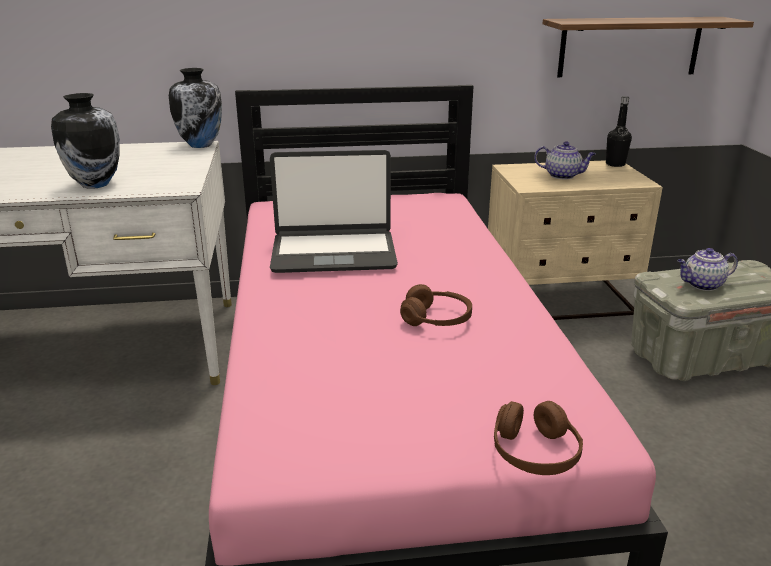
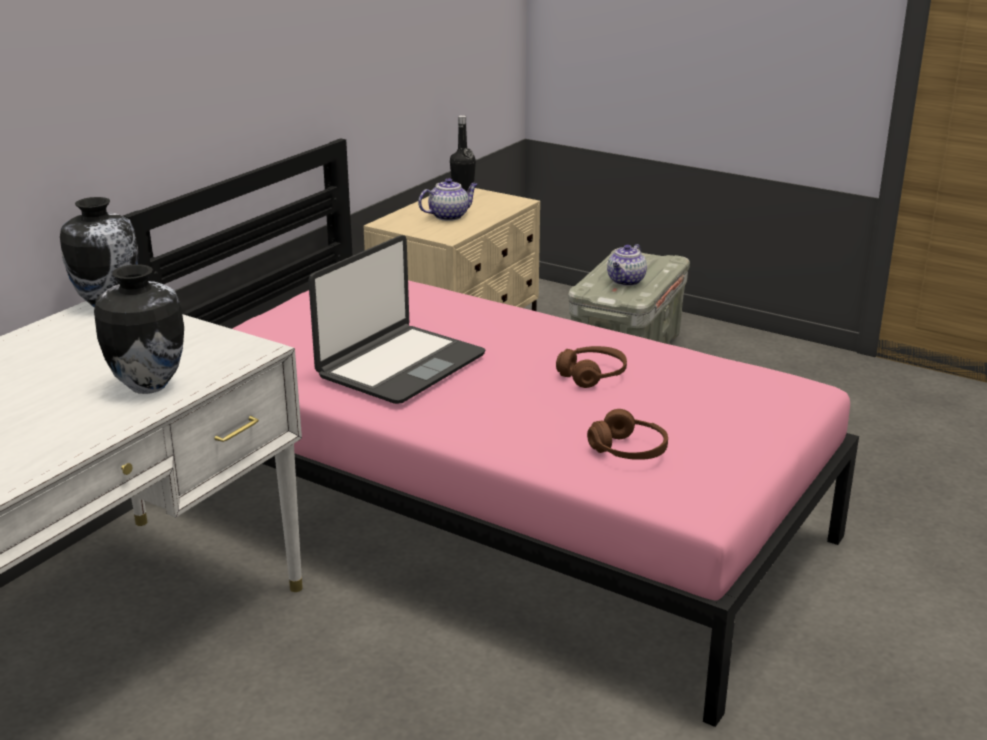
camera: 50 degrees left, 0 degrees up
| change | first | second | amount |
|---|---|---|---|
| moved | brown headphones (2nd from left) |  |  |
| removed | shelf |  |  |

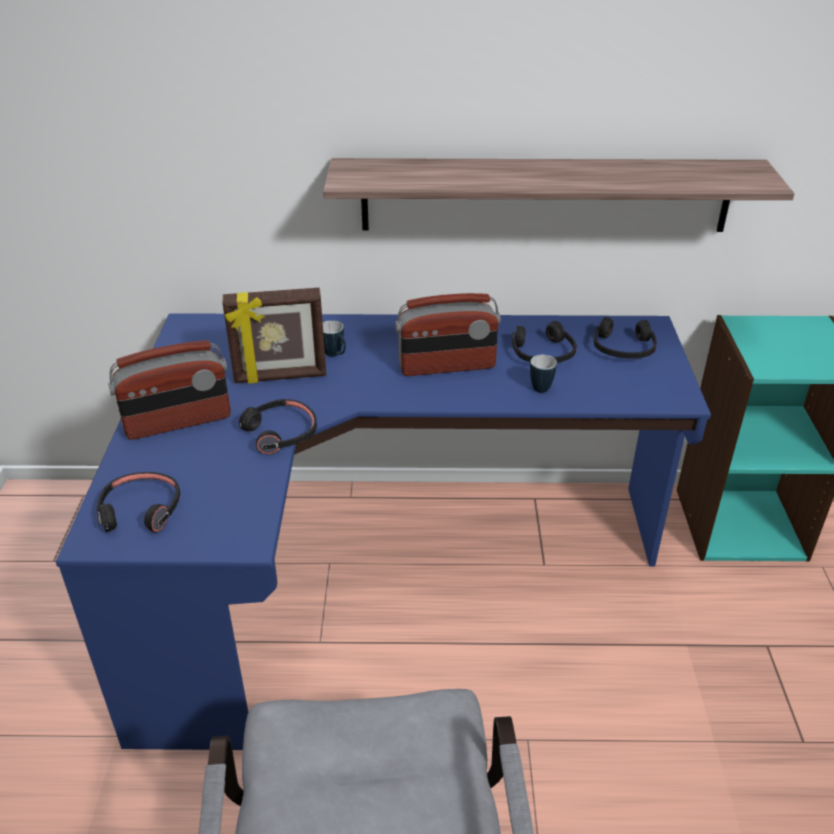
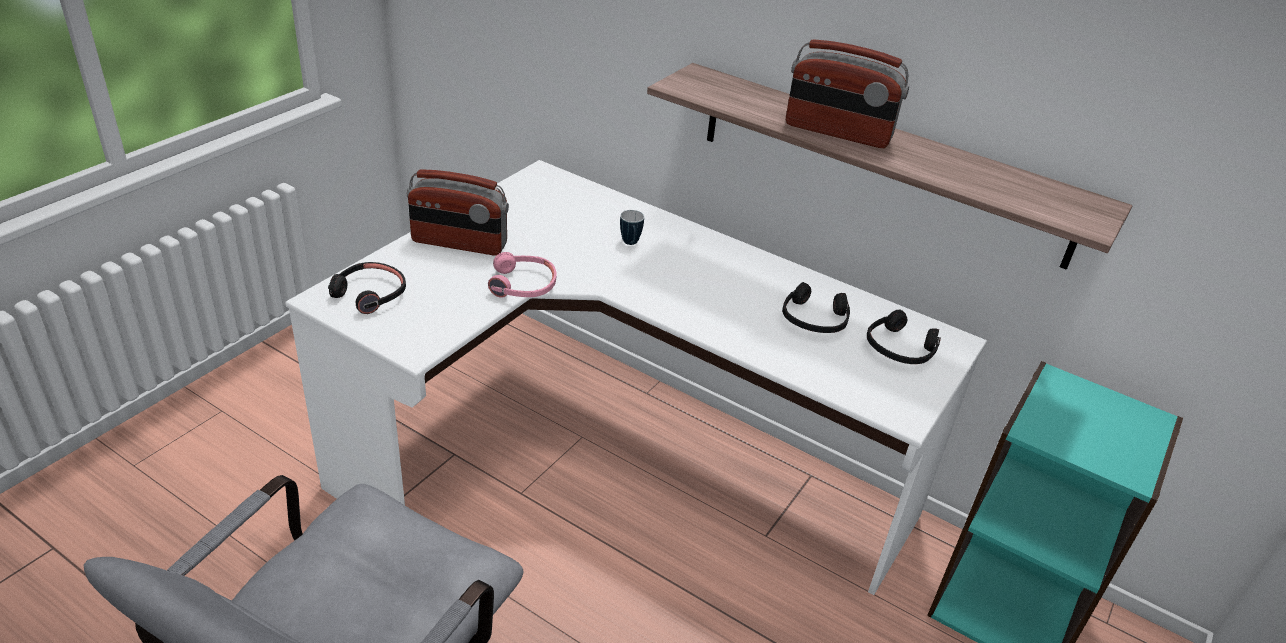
camera: 30 degrees right, 0 degrees up
| change | first | second | amount |
|---|---|---|---|
| recoloured | blue desk | white desk |  |
| removed | picture frame |  |  |
| recoloured | black headphones (2nd from left) | pink headphones |  |
| moved | radio (2nd from left) |  |  |
| removed | mug (2nd from left) |  |  |

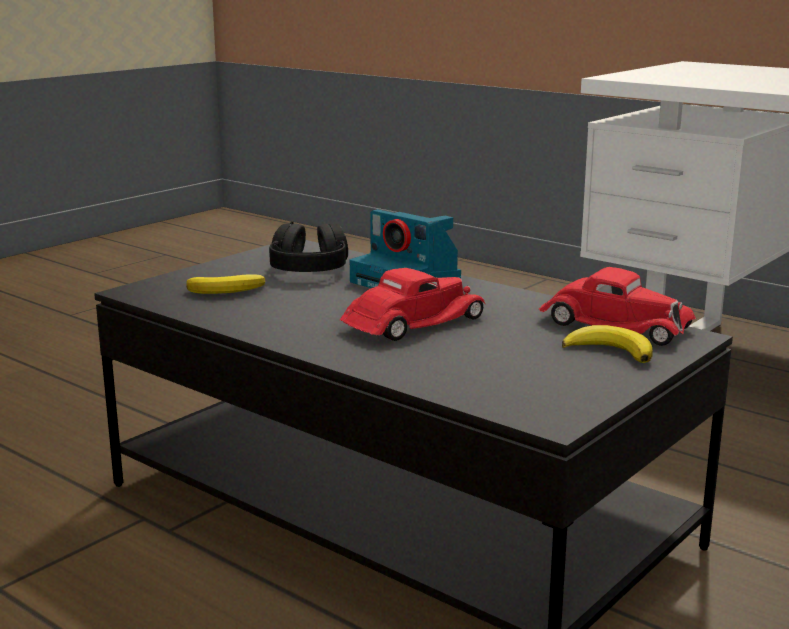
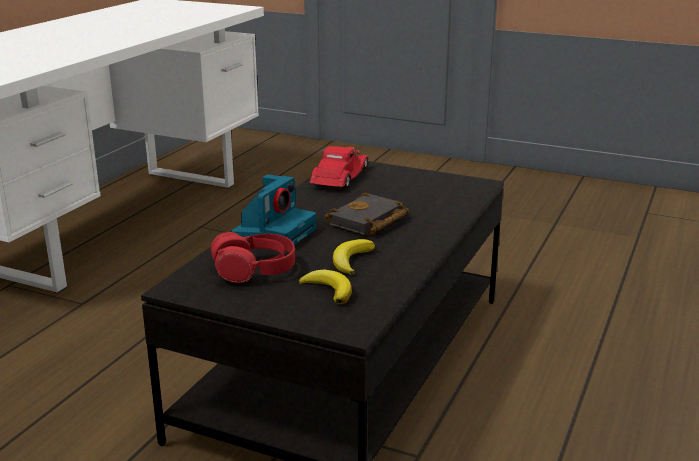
camera: 105 degrees left, 5 degrees up
| change | first | second | amount |
|---|---|---|---|
| recoloured | black headphones | red headphones |  |
| replaced | red toy car (1st from left) | black book |  |
| moved | banana (2nd from left) |  |  |

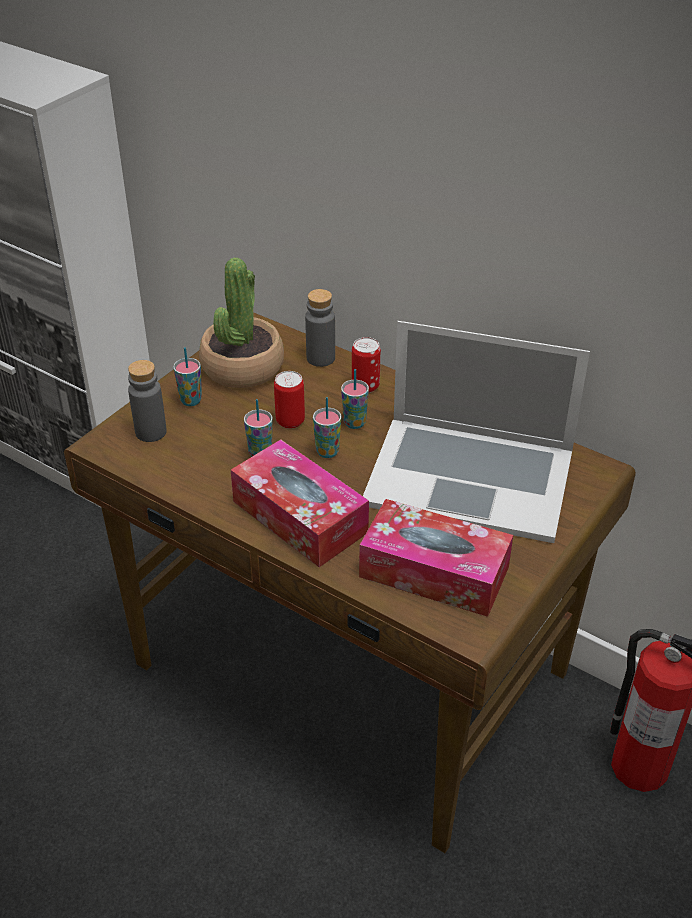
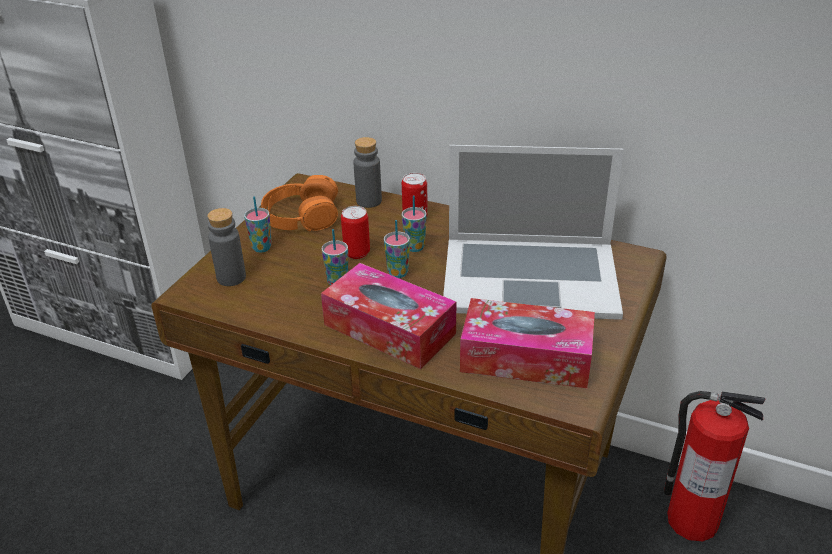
camera: 10 degrees left, 5 degrees down
| change | first | second | amount |
|---|---|---|---|
| replaced | potted plant | orange headphones |  |

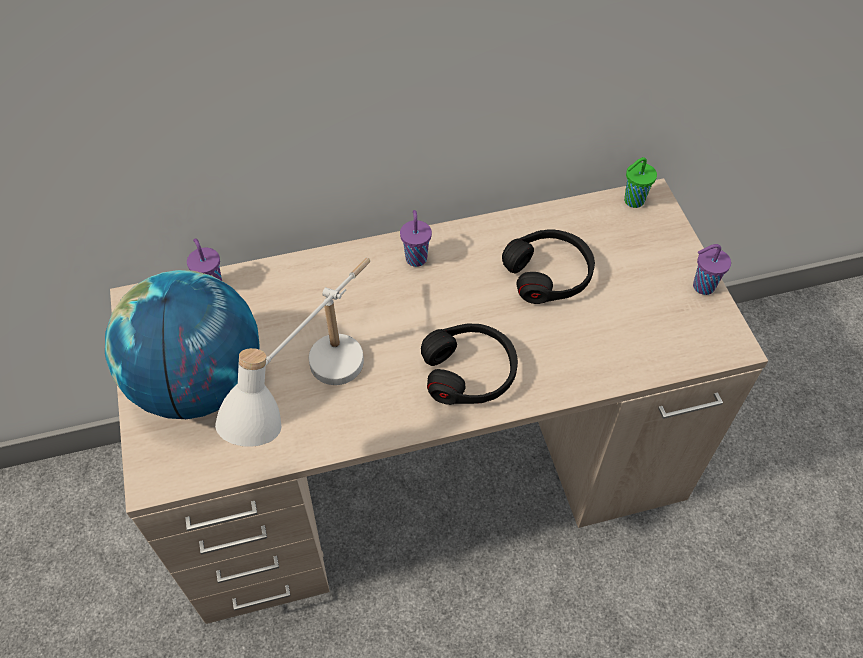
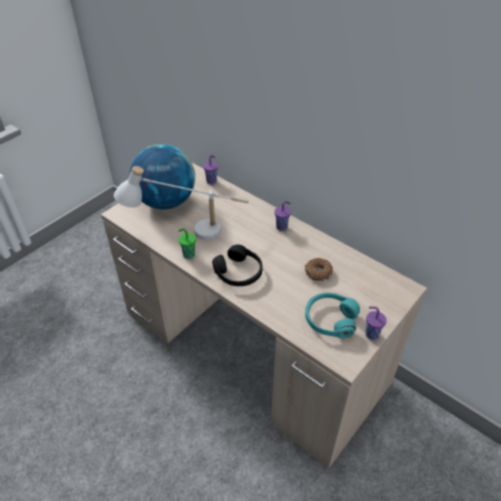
camera: 55 degrees right, 10 degrees down
| change | first | second | amount |
|---|---|---|---|
| replaced | black headphones (2nd from left) | donut |  |
| moved | green cup |  |  |
| added |  | turquoise headphones |  |

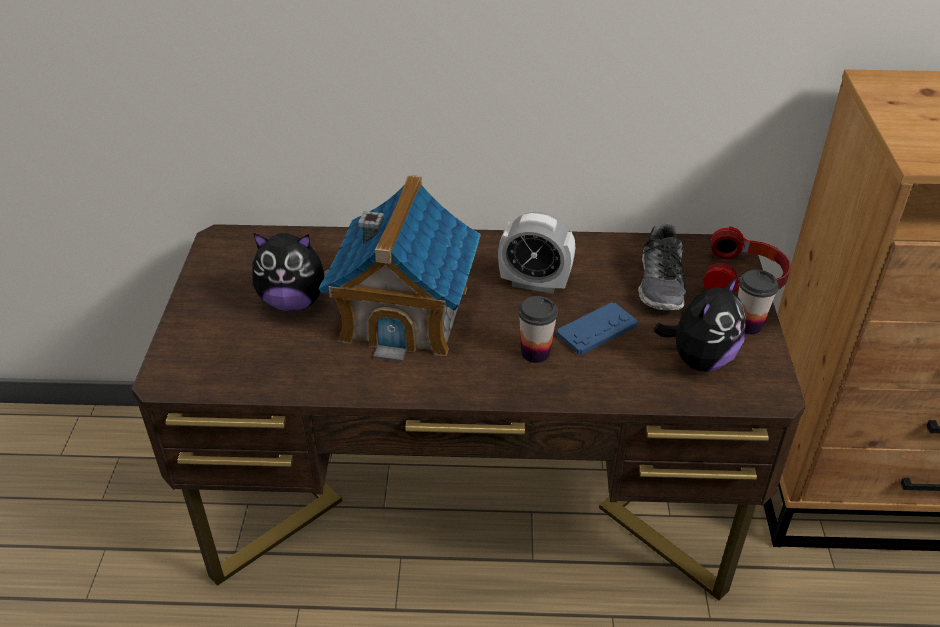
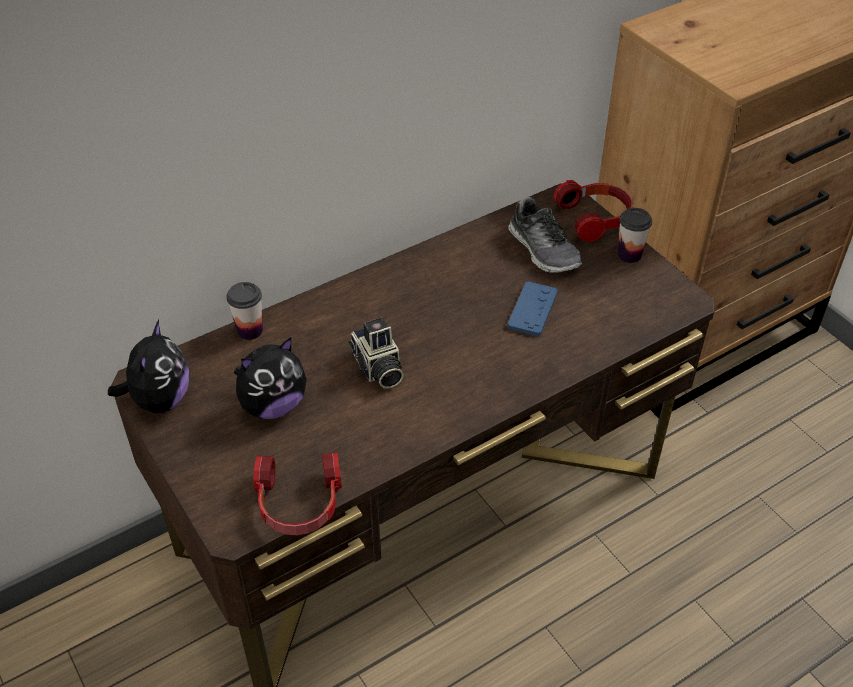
camera: 35 degrees left, 5 degrees up
| change | first | second | amount |
|---|---|---|---|
| replaced | toy house | photo camera |  |
| removed | alarm clock |  |  |
| moved | cup (1st from left) |  |  |
| moved | plush toy (2nd from left in the first image) | plush toy (1st from left) |  |
| added |  | headphones (1st from left) |  |

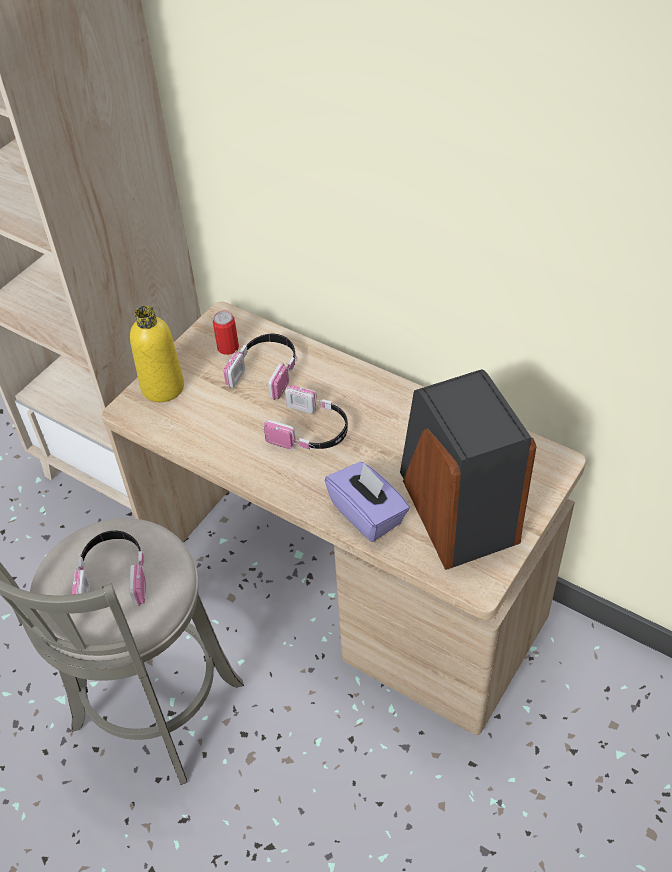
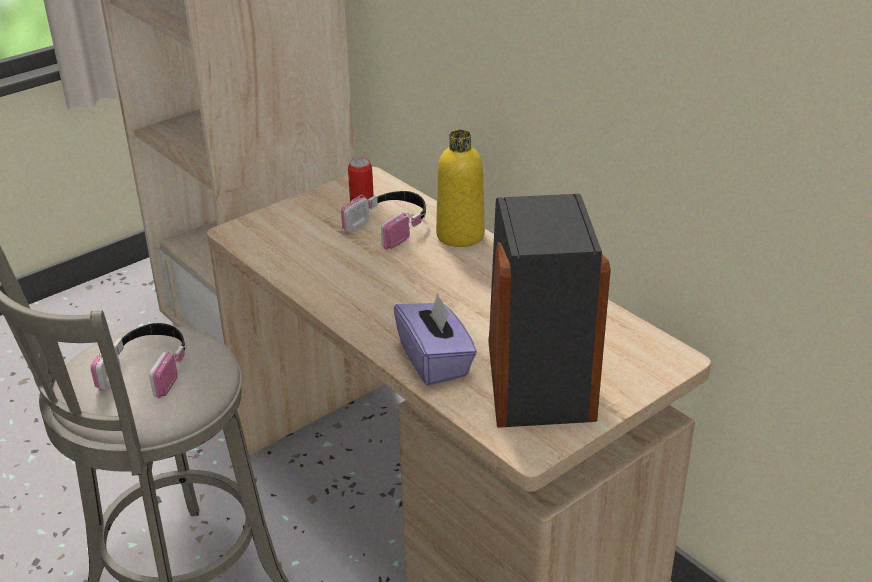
camera: 15 degrees right, 15 degrees down
| change | first | second | amount |
|---|---|---|---|
| moved | yellow bottle |  |  |
| removed | headphones (3rd from left) |  |  |

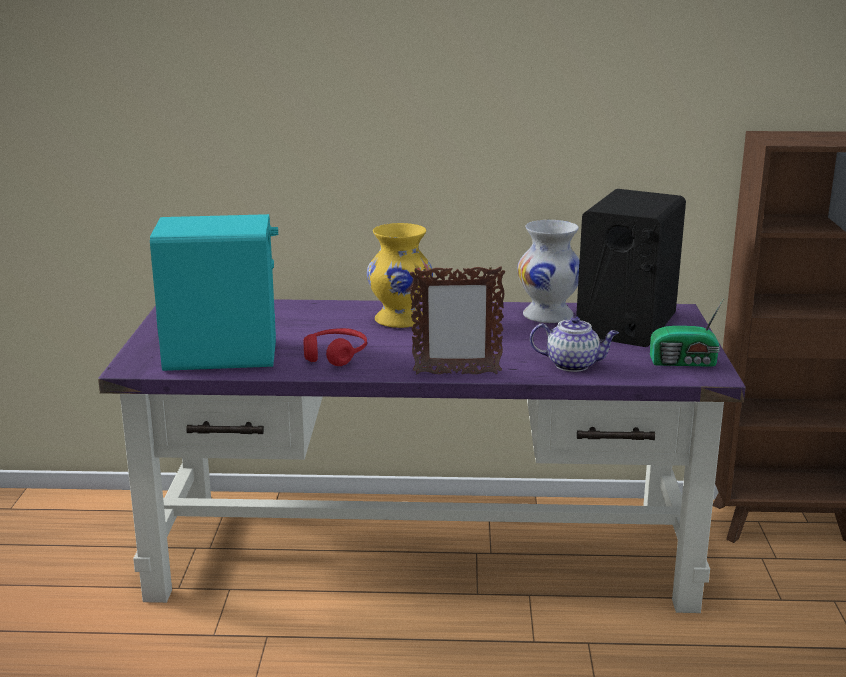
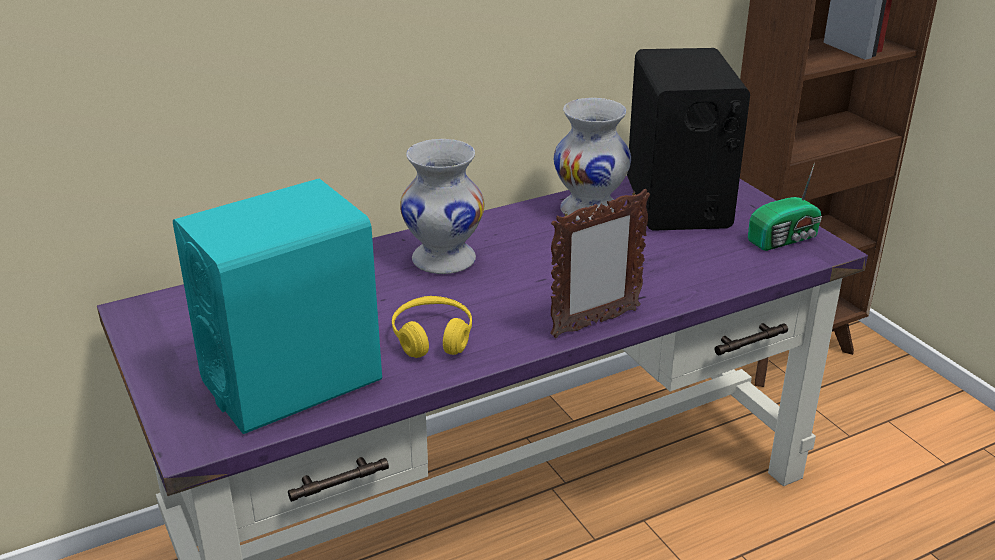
camera: 30 degrees left, 10 degrees up
| change | first | second | amount |
|---|---|---|---|
| recoloured | red headphones | yellow headphones |  |
| recoloured | yellow vase | white vase (1st from left) |  |
| removed | teapot |  |  |

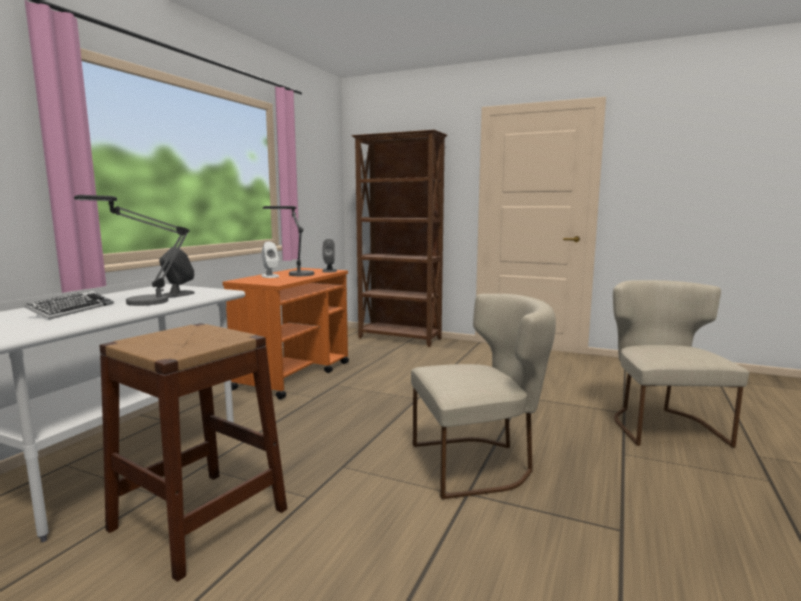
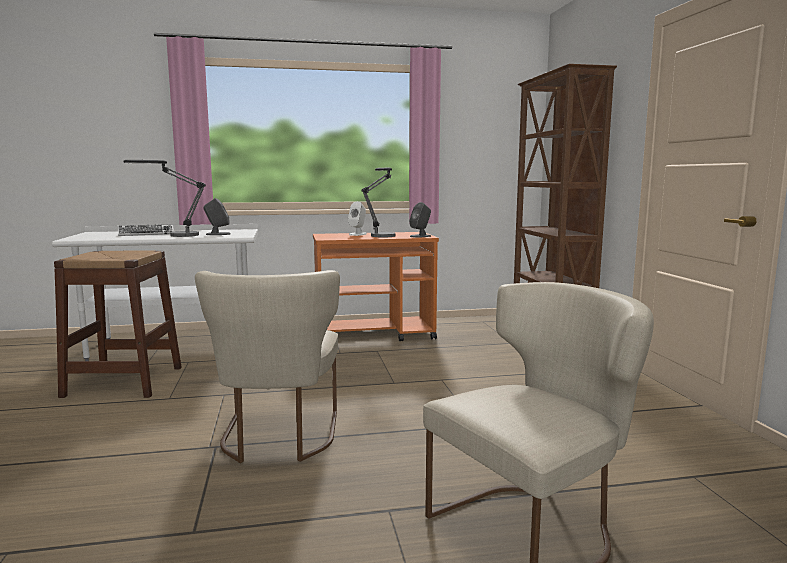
camera: 55 degrees right, 0 degrees up
| change | first | second | amount |
|---|---|---|---|
| turned | beige chair (1st from left) |  | 45 degrees clockwise |

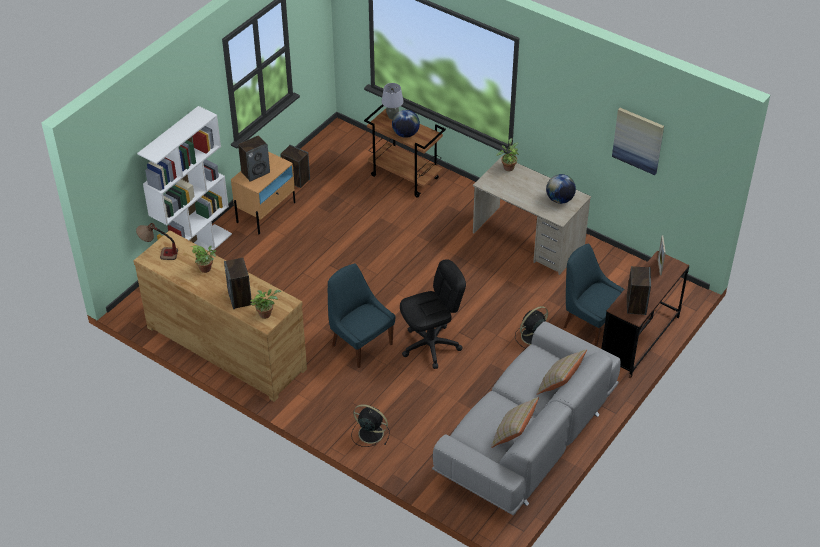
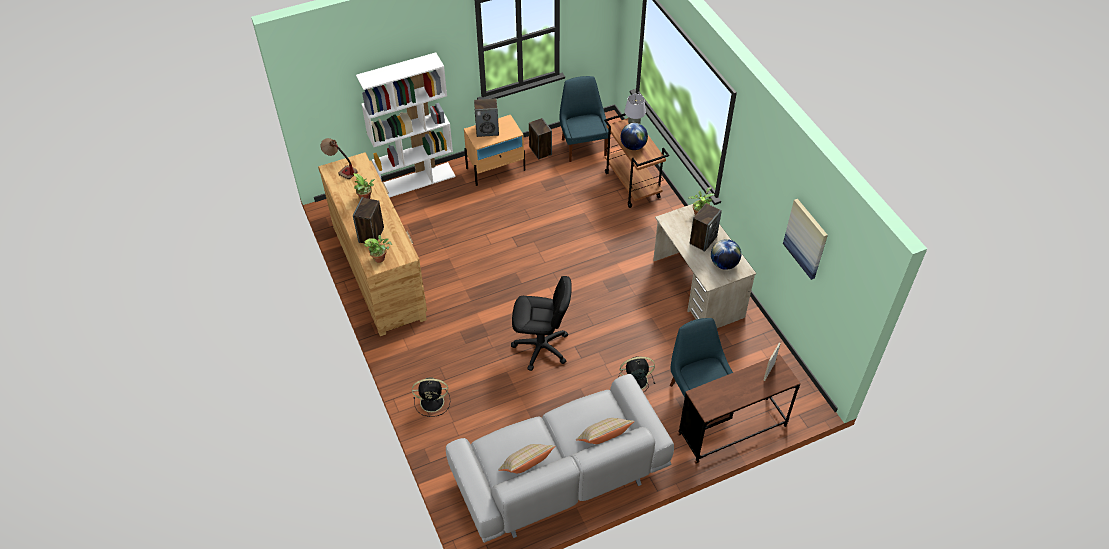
camera: 30 degrees right, 5 degrees up
| change | first | second | amount |
|---|---|---|---|
| moved | blue chair (1st from left) |  |  |
| turned | black fan (1st from left) |  | 120 degrees clockwise |
| moved | speaker (4th from left) |  |  |

